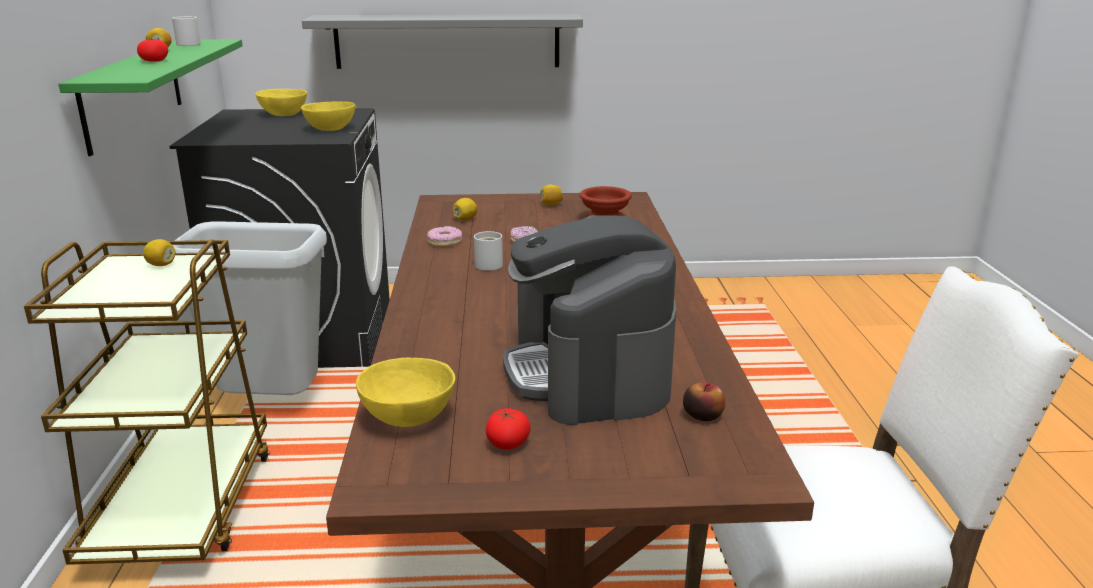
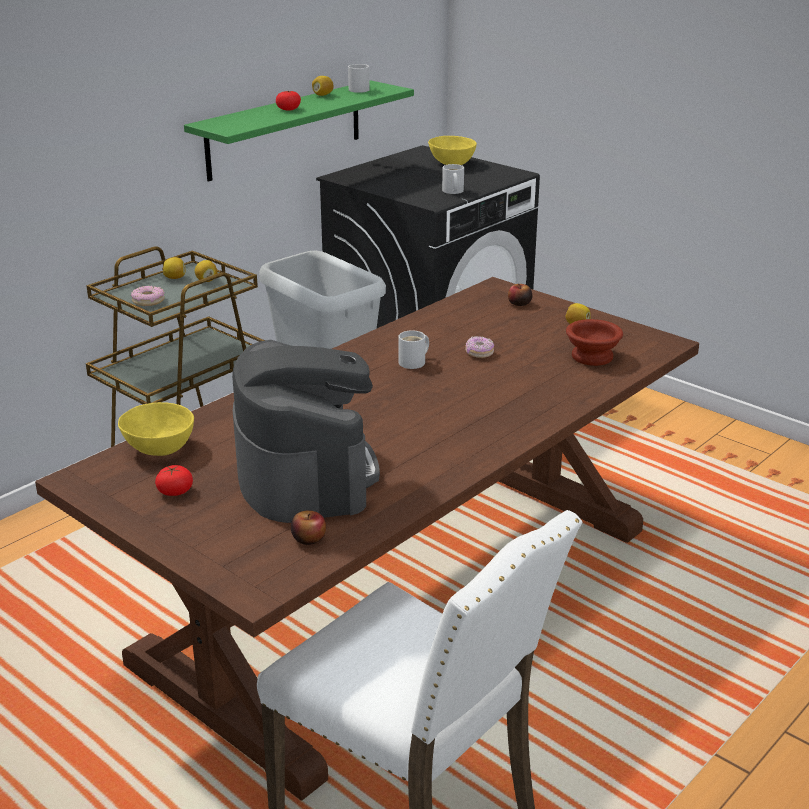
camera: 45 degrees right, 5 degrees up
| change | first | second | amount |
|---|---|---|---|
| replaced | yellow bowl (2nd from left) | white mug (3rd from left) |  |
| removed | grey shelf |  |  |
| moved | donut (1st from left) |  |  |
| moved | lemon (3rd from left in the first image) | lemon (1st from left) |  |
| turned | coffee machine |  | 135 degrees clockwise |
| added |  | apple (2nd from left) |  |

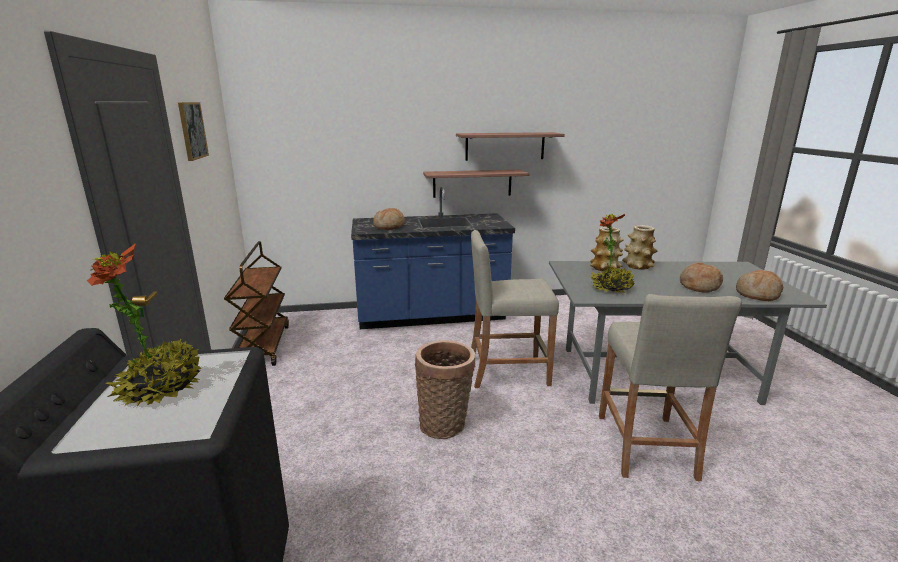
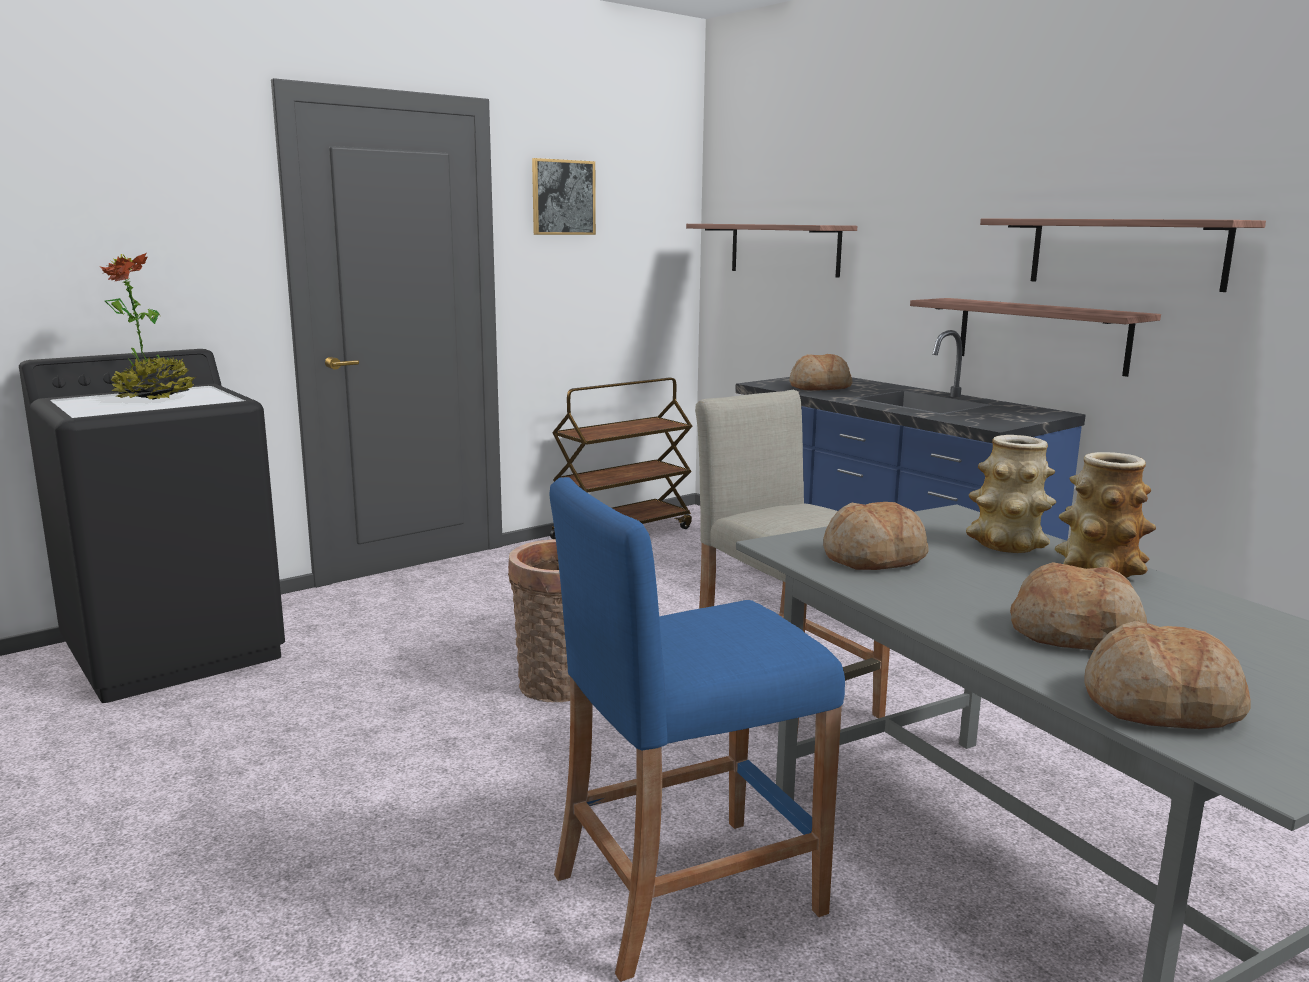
camera: 60 degrees right, 5 degrees down
| change | first | second | amount |
|---|---|---|---|
| replaced | potted plant (2nd from left) | bread (2nd from left) |  |
| recoloured | beige stool (2nd from left) | blue stool |  |
| added |  | shelf (1st from left) |  |

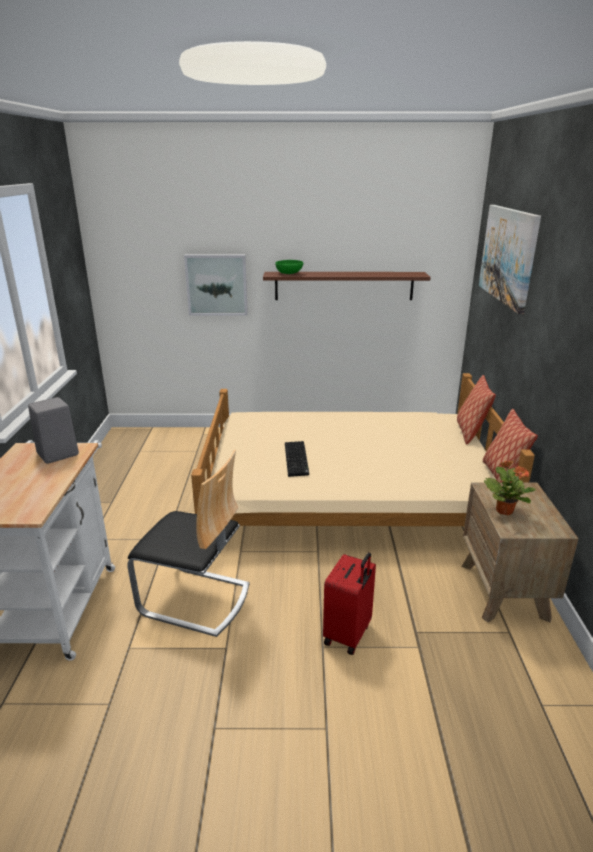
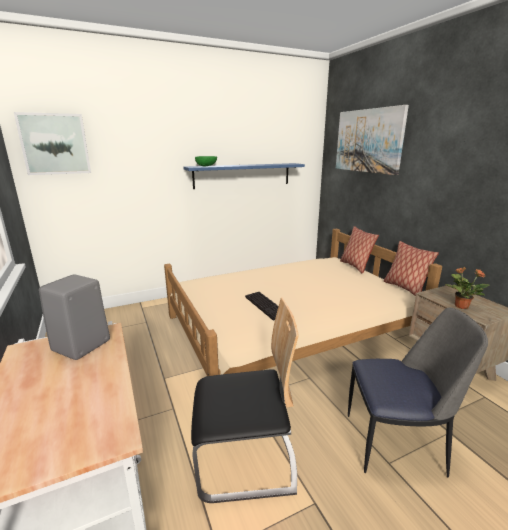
camera: 25 degrees left, 5 degrees down
| change | first | second | amount |
|---|---|---|---|
| moved | picture (1st from left) |  |  |
| recoloured | brown shelf | blue shelf |  |
| replaced | red suitcase | chair (2nd from left) |  |

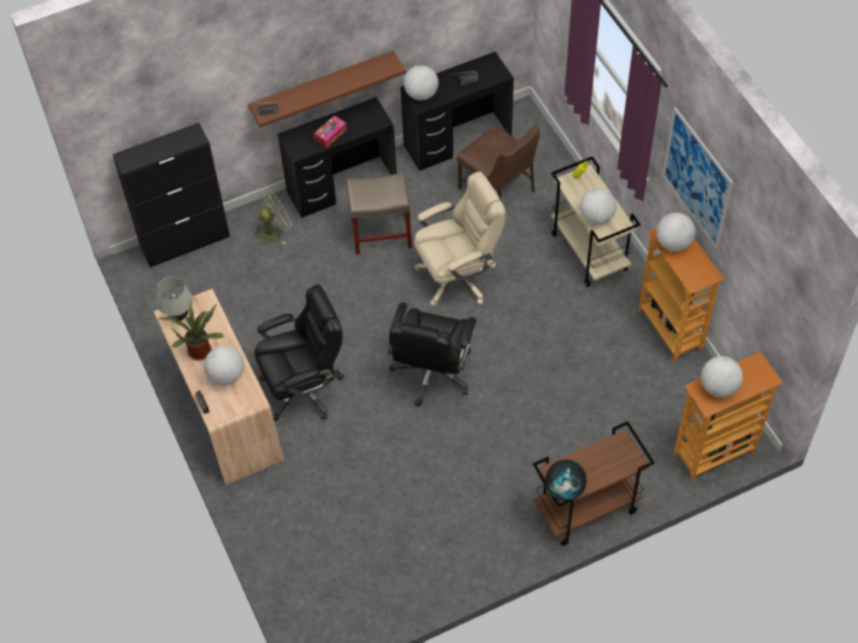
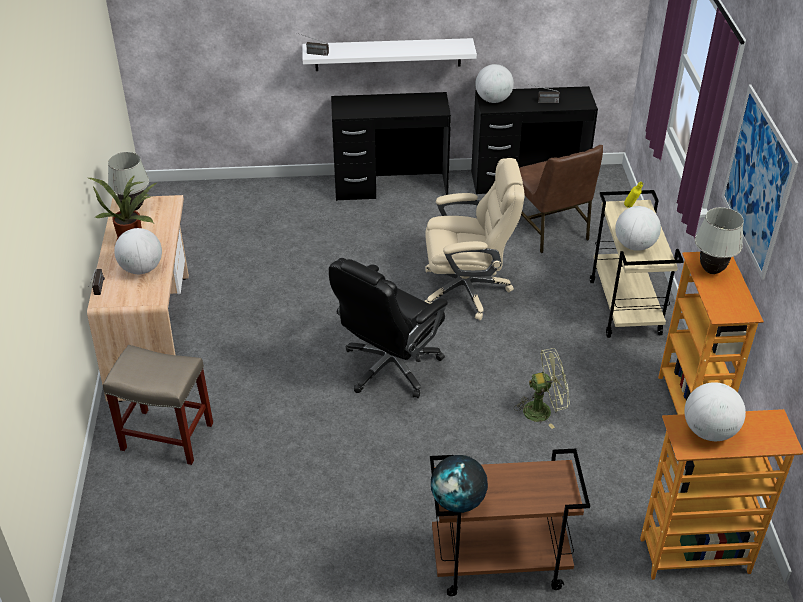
camera: 20 degrees right, 15 degrees down
| change | first | second | amount |
|---|---|---|---|
| removed | black cabinet |  |  |
| recoloured | brown shelf | white shelf |  |
| moved | green fan |  |  |
| removed | black office chair (1st from left) |  |  |
| removed | tissue box |  |  |
| moved | beige stool |  |  |
| replaced | globe (5th from left) | white table lamp (2nd from left) |  |

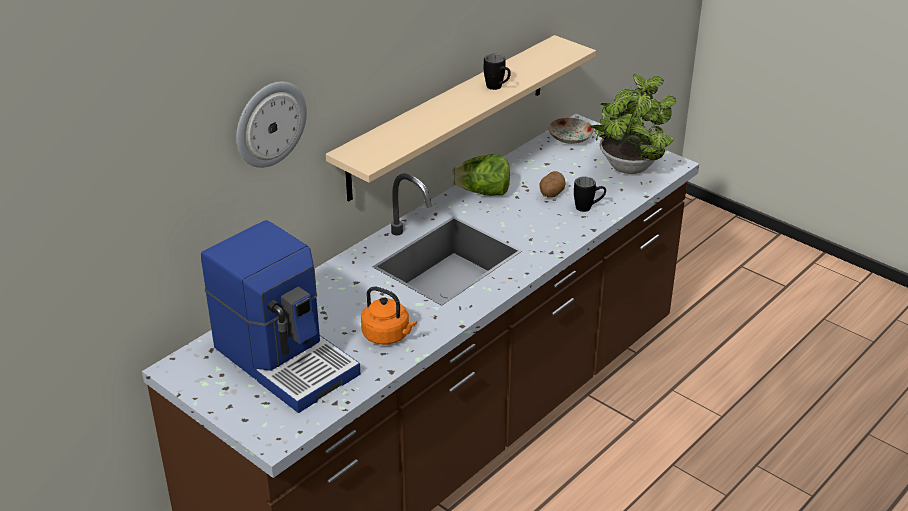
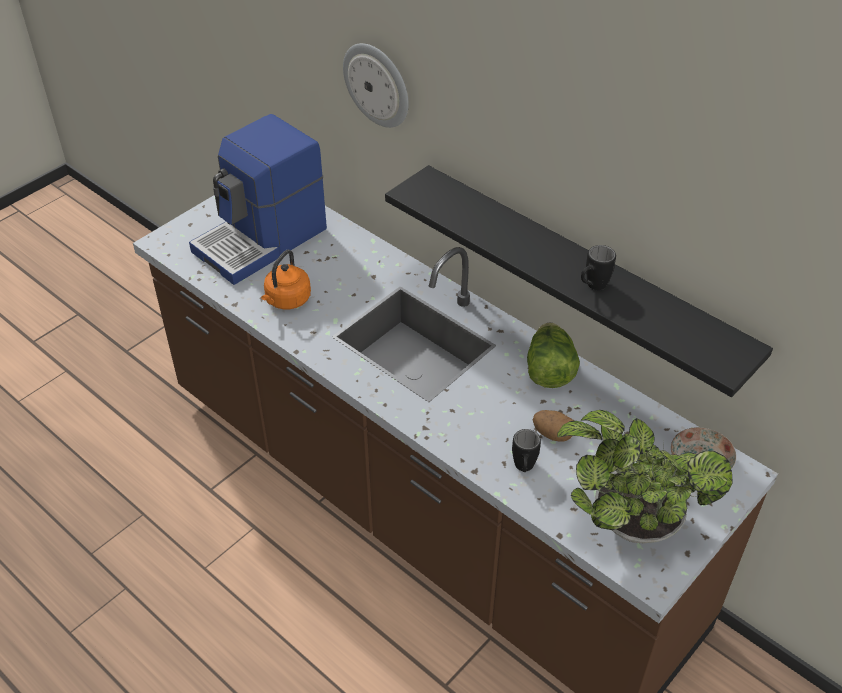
camera: 90 degrees right, 10 degrees up
| change | first | second | amount |
|---|---|---|---|
| recoloured | beige shelf | black shelf |  |

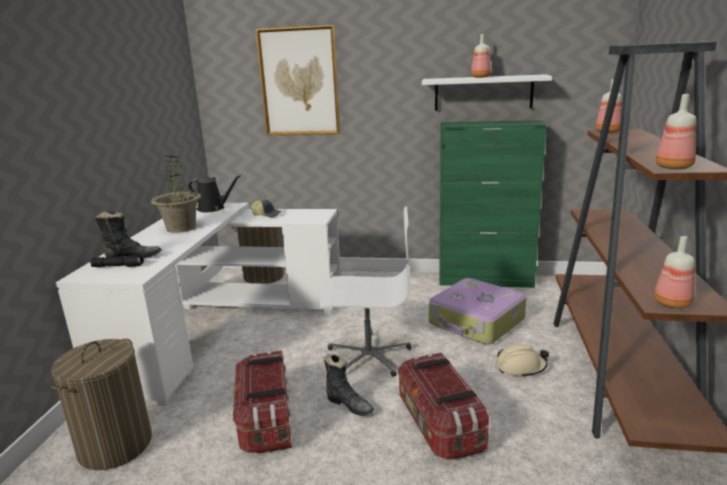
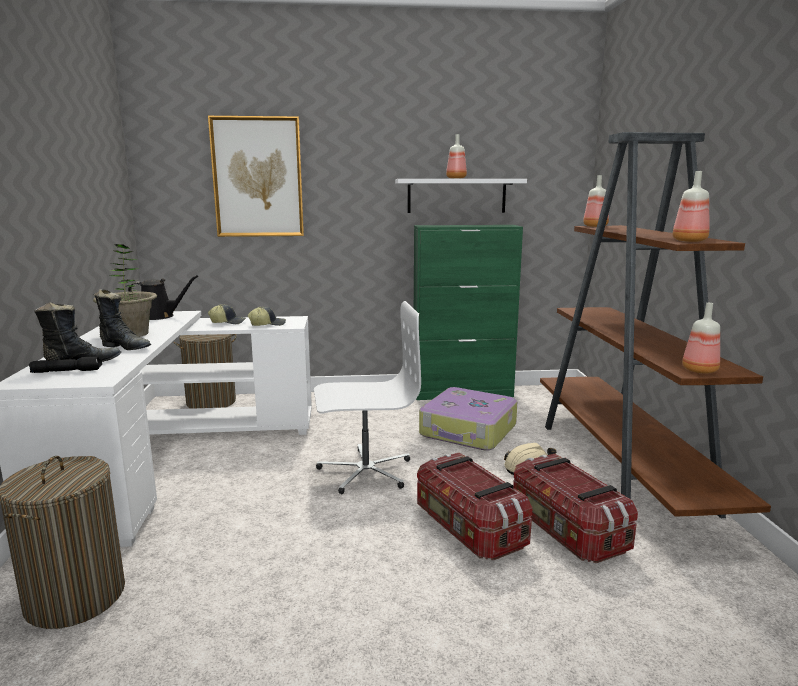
camera: 15 degrees left, 5 degrees down
| change | first | second | amount |
|---|---|---|---|
| moved | storage box (1st from left in the first image) | storage box (2nd from left) |  |
| moved | black boot (2nd from left) |  |  |
| added |  | cap (2nd from left) |  |

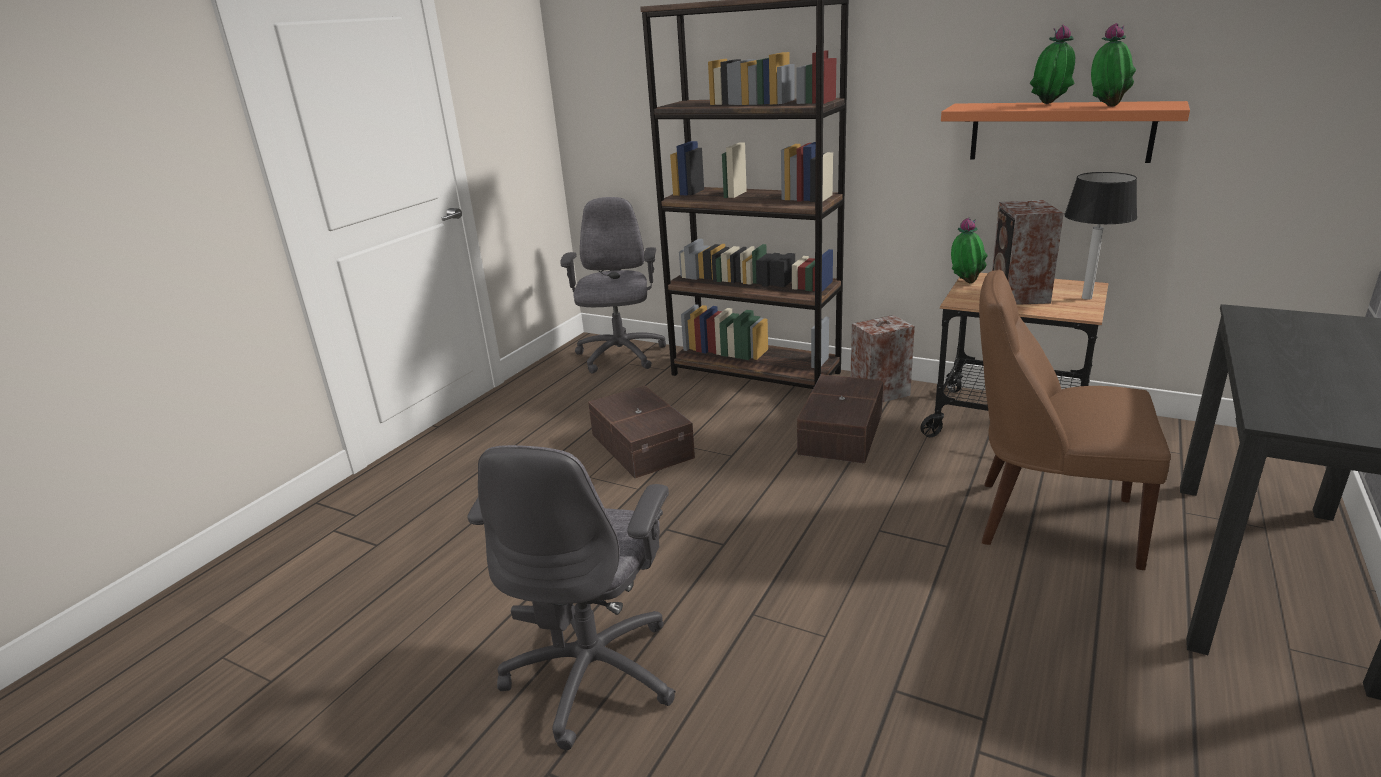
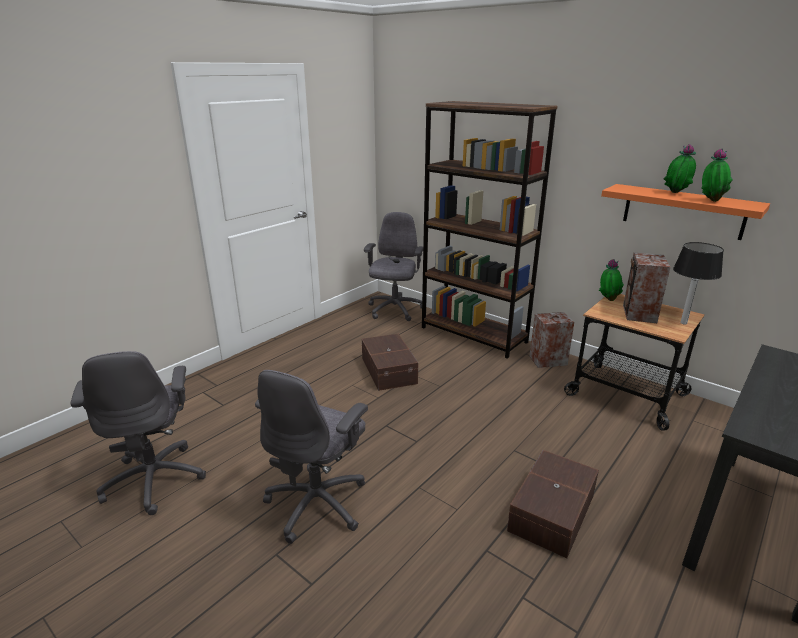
camera: 10 degrees right, 0 degrees up
| change | first | second | amount |
|---|---|---|---|
| moved | brown storage box (2nd from left) |  |  |
| removed | brown chair |  |  |
| added |  | grey office chair (1st from left) |  |

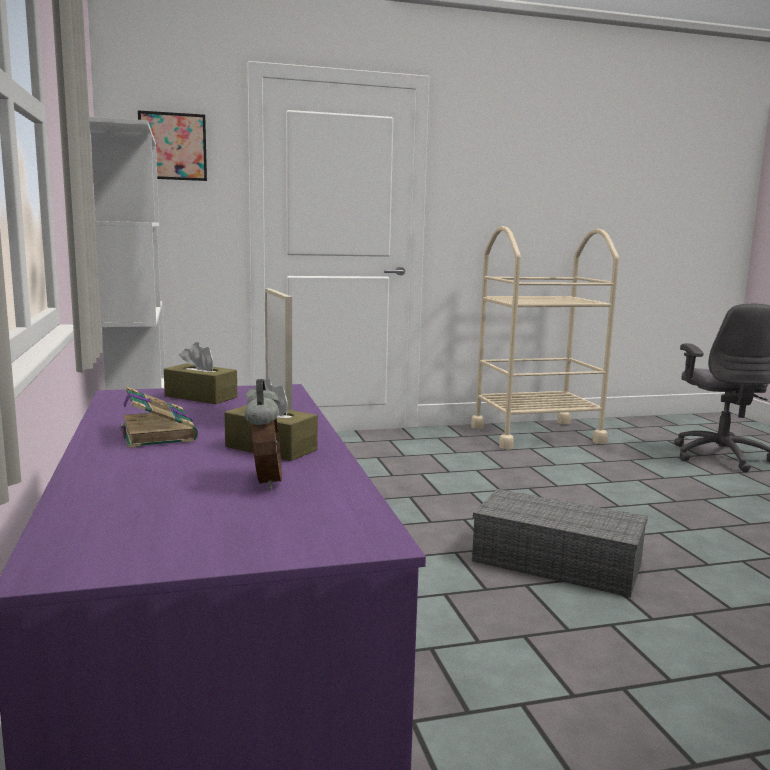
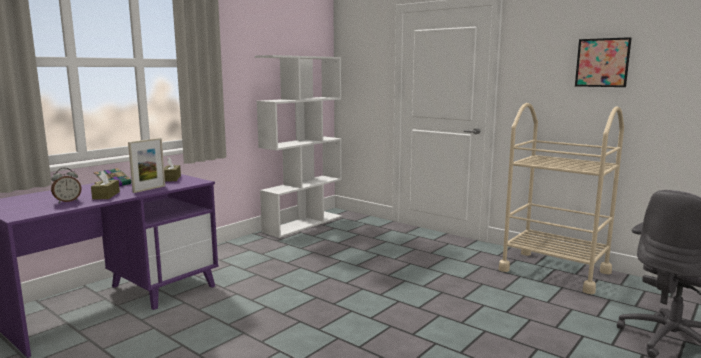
camera: 55 degrees right, 0 degrees up
| change | first | second | amount |
|---|---|---|---|
| moved | picture |  |  |
| removed | grey storage box |  |  |

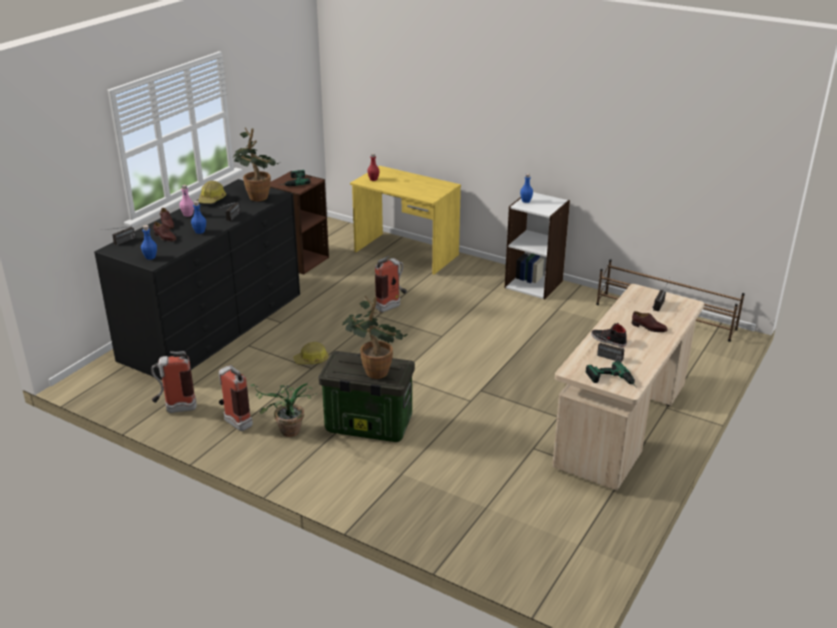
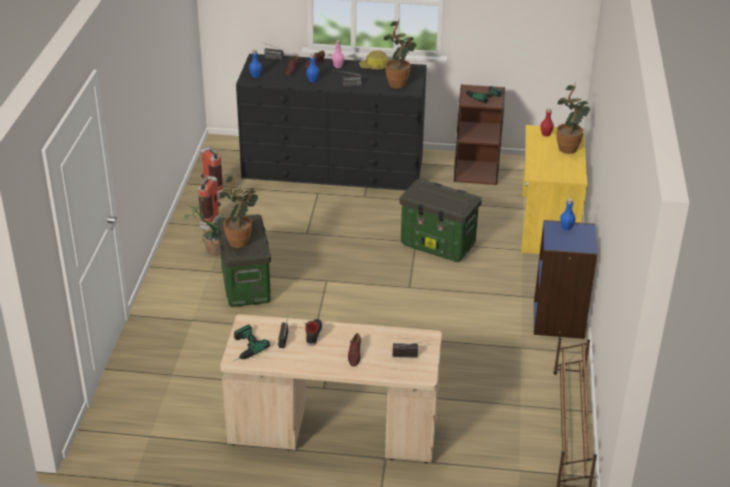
camera: 65 degrees right, 5 degrees up
| change | first | second | amount |
|---|---|---|---|
| removed | hard hat (2nd from left) |  |  |
| replaced | fire extinguisher (3rd from left) | storage box (2nd from left) |  |
| recoloured | white bookcase | blue bookcase |  |
| added |  | potted plant (4th from left) |  |

